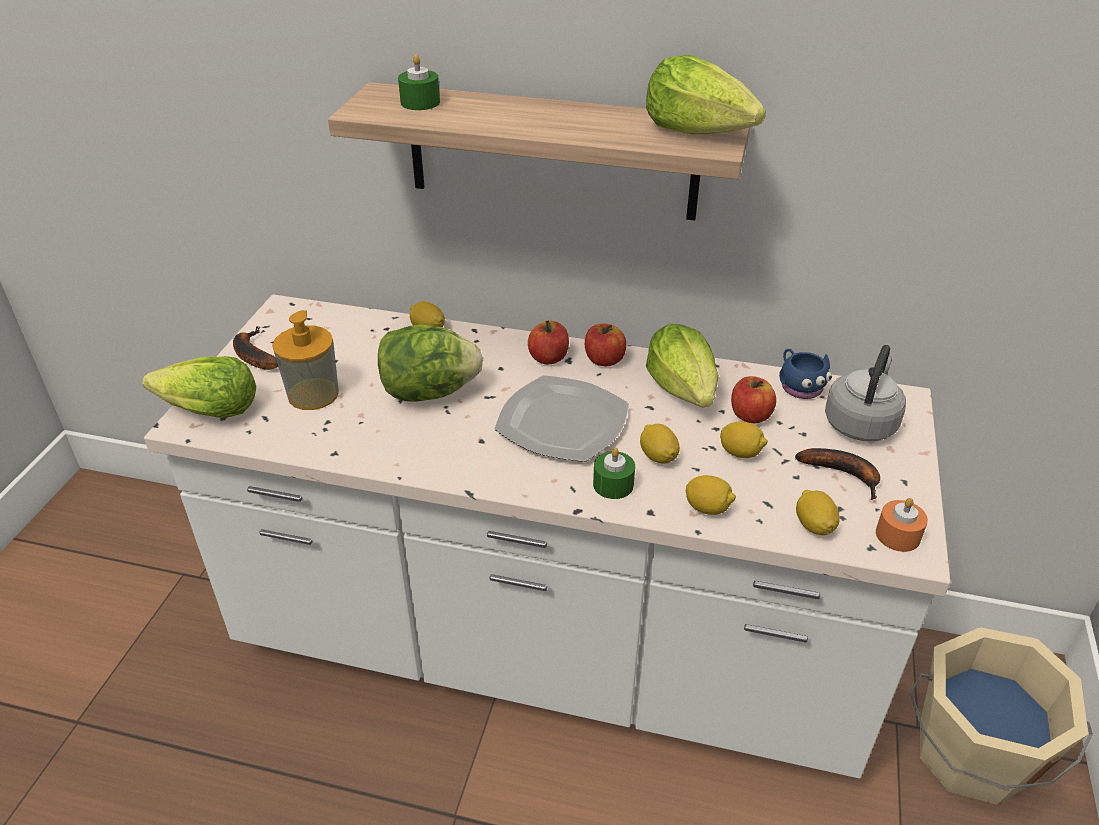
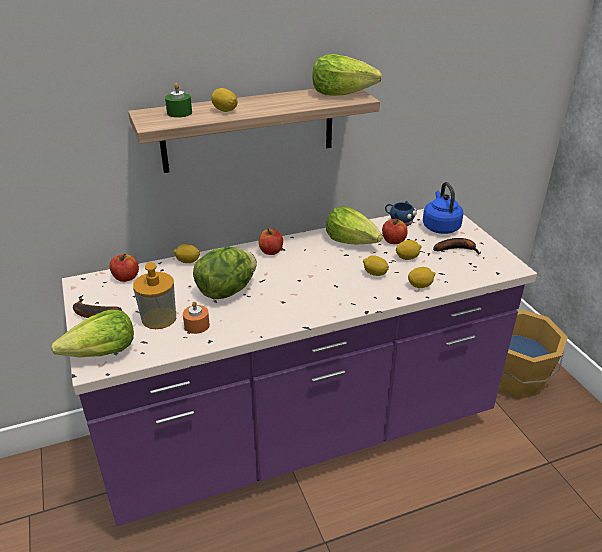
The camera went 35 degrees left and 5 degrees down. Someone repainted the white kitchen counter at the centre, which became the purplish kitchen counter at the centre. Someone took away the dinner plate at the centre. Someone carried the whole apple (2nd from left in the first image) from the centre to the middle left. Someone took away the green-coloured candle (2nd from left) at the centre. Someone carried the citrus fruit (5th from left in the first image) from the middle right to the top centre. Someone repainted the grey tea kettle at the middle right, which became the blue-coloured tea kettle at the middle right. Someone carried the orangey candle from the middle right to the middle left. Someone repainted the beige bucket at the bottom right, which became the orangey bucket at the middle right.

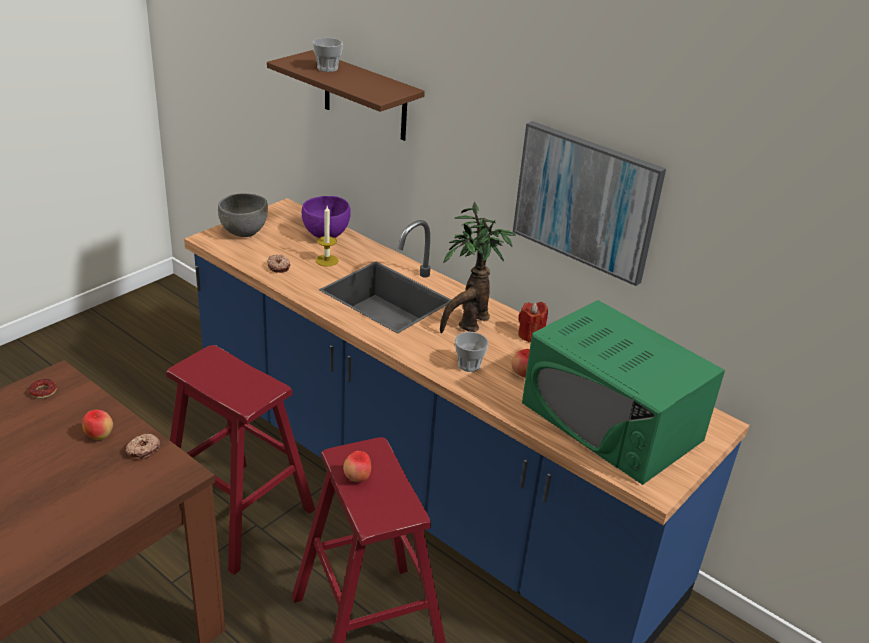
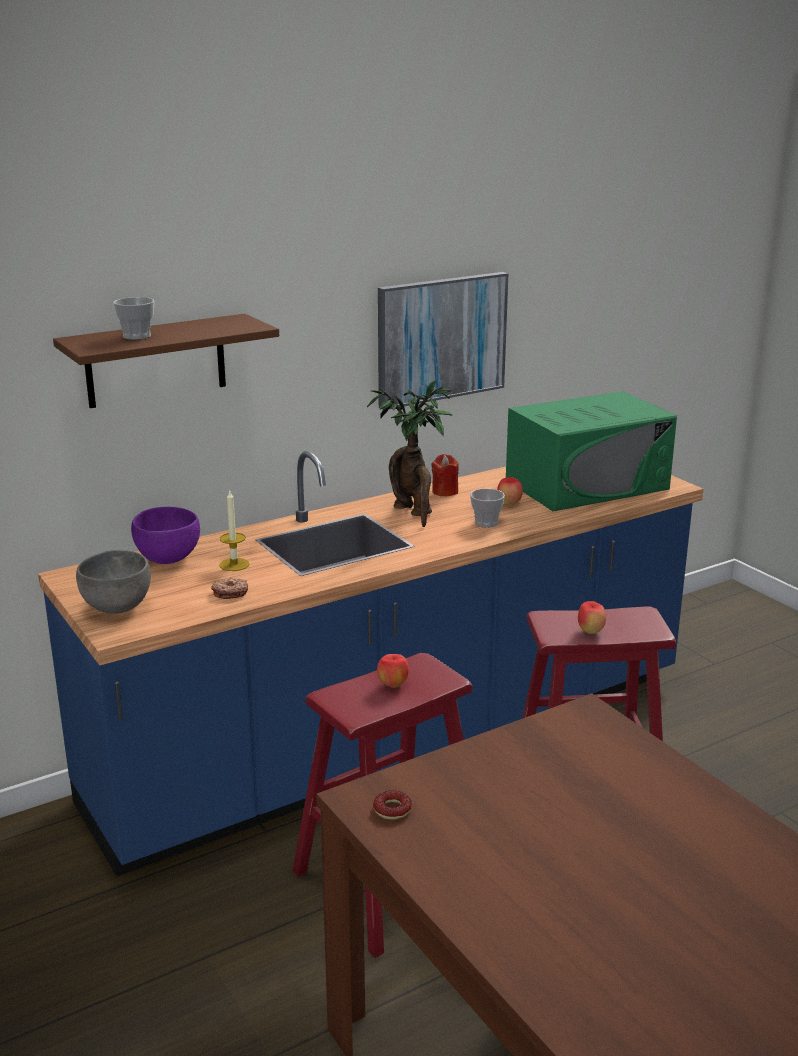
The camera went 70 degrees left and 10 degrees down. Someone carried the whole apple (1st from left) from the middle left to the centre. Someone took away the donut (2nd from left) at the bottom left.

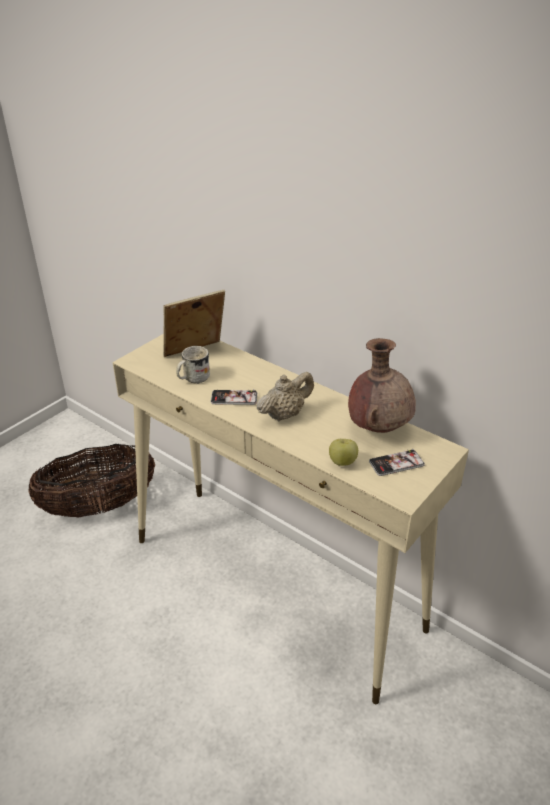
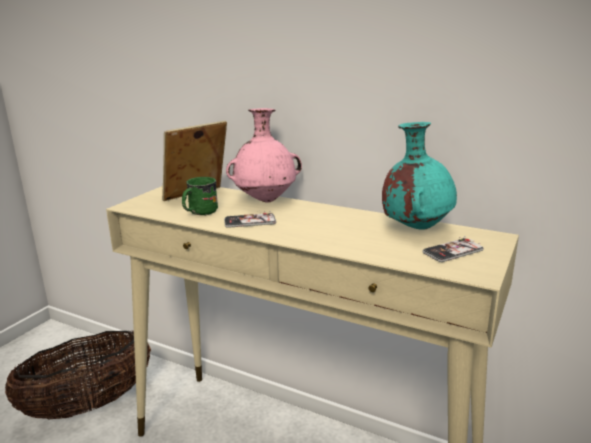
The camera went 10 degrees left and 15 degrees down. Someone repainted the white tea mug at the centre, which became the green-coloured tea mug at the centre. Someone took away the beige tea pot at the centre. Someone took away the whole apple at the centre. Someone repainted the brown vase at the middle right, which became the blue-green vase at the middle right. Someone put down the pink vase at the centre.

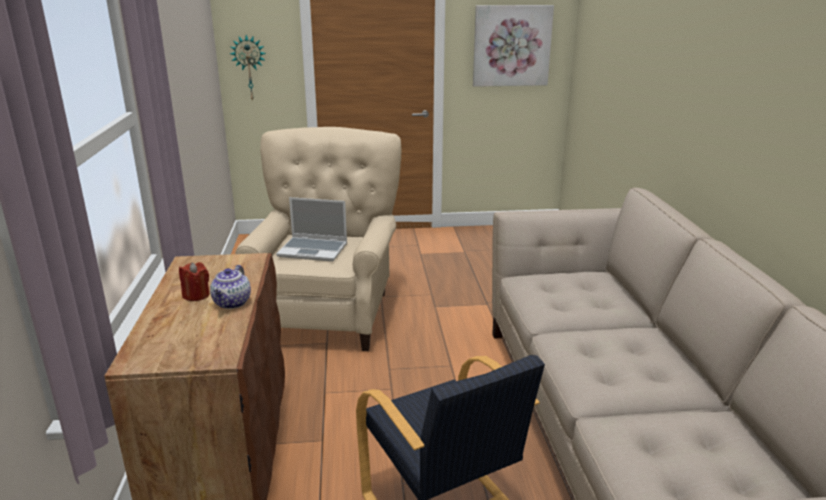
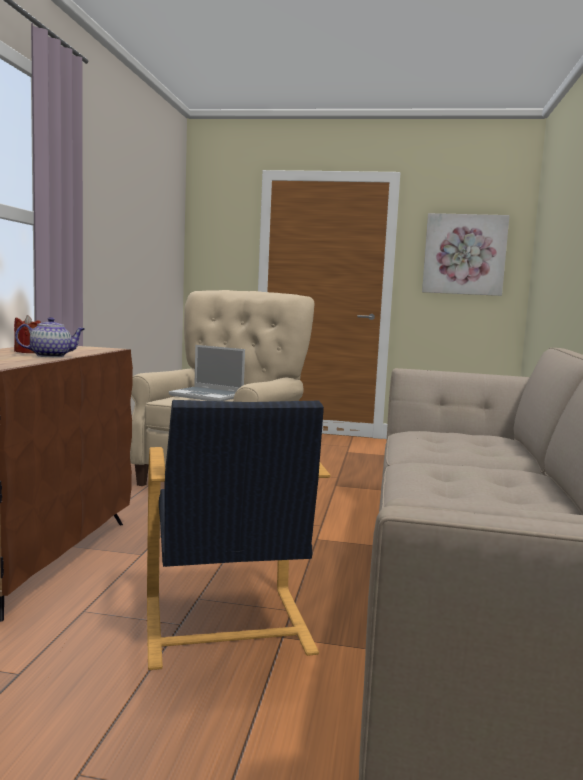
The camera went 15 degrees right and 15 degrees down. Someone rotated the tea pot at the middle left by 135 degrees counterclockwise. Someone took away the wall clock at the top left.

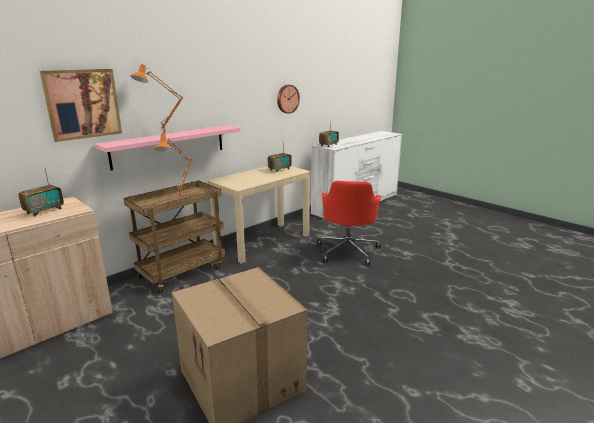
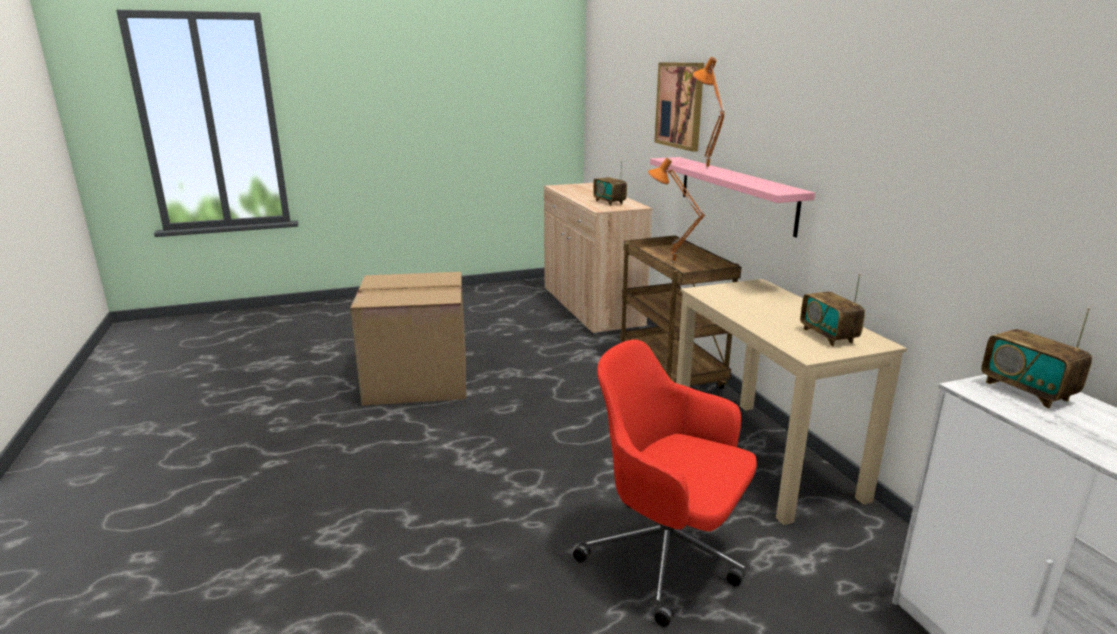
The camera went 115 degrees right and 0 degrees up. Someone took away the wall clock at the top centre.

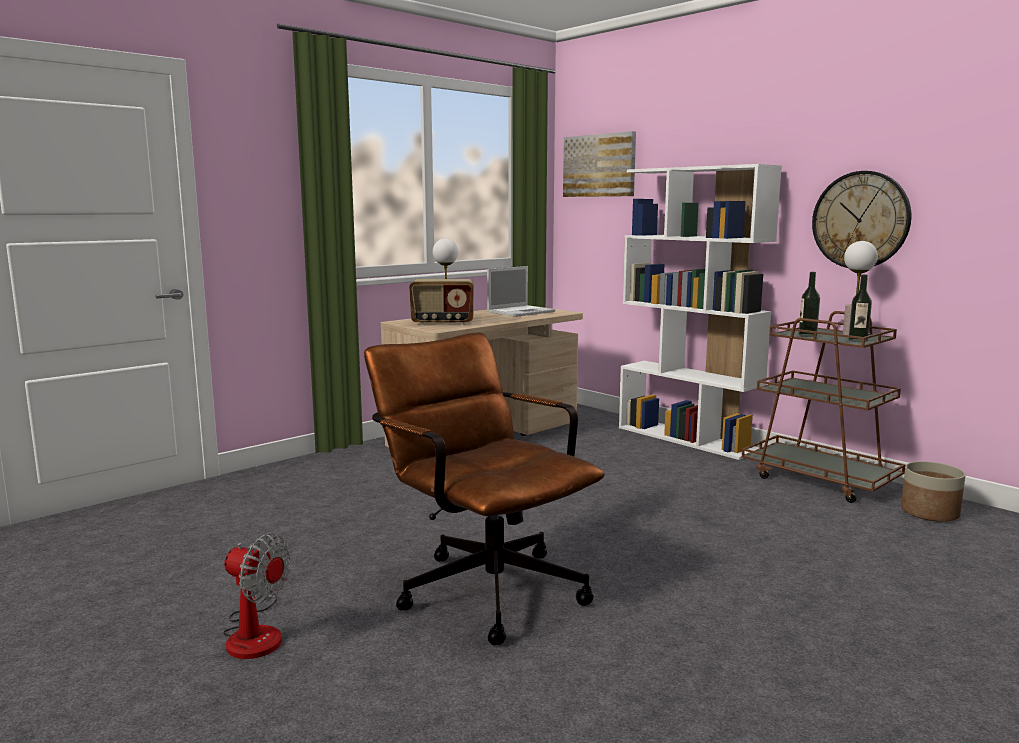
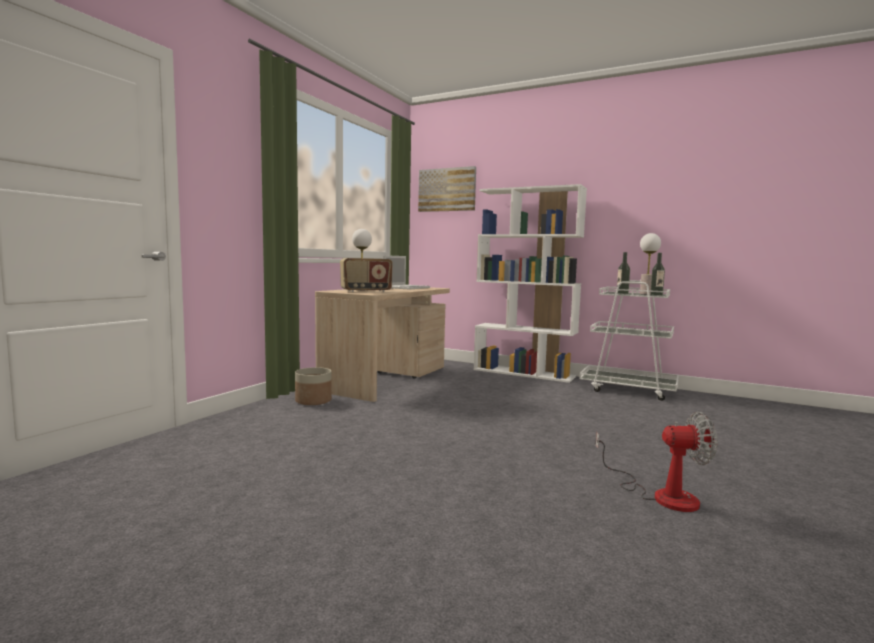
The camera went 20 degrees left and 5 degrees down. Someone carried the electric fan from the bottom left to the bottom right. Someone took away the brown desk chair at the centre. Someone repainted the brown cart at the middle right, which became the white cart at the middle right. Someone took away the wall clock at the top right. Someone carried the planter from the middle right to the centre.

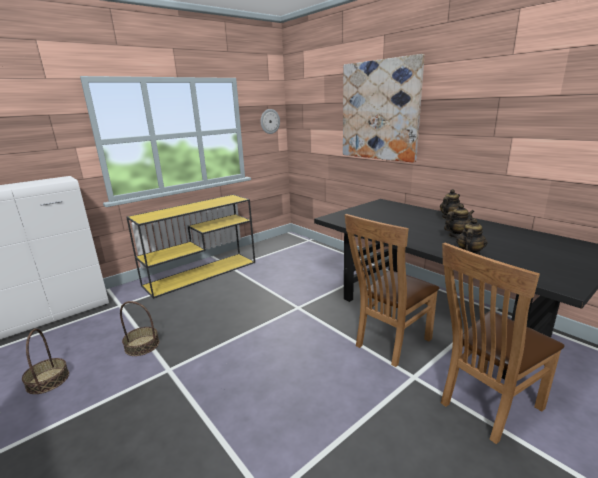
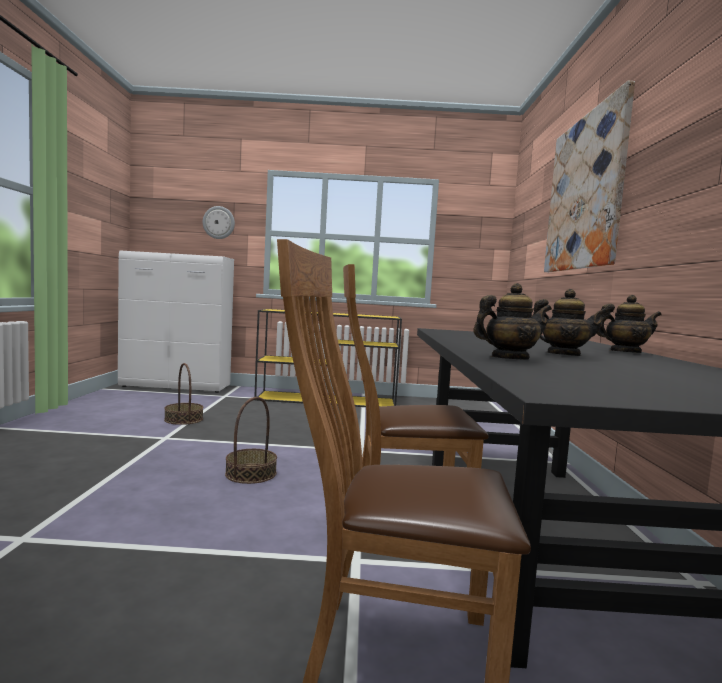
The camera went 40 degrees right and 15 degrees down. Someone carried the household basket (1st from left in the first image) from the bottom left to the centre. Someone carried the wall clock from the top centre to the top left.

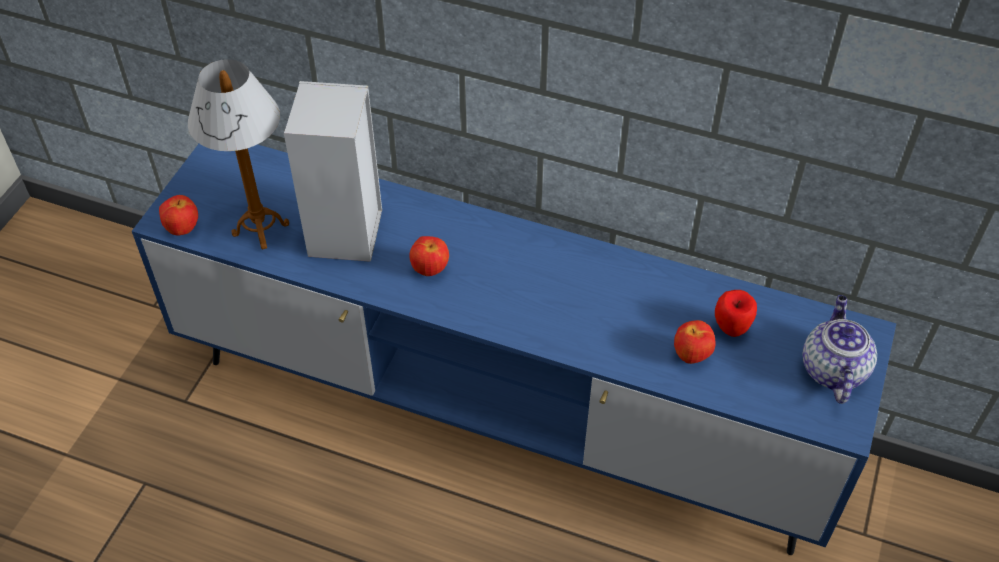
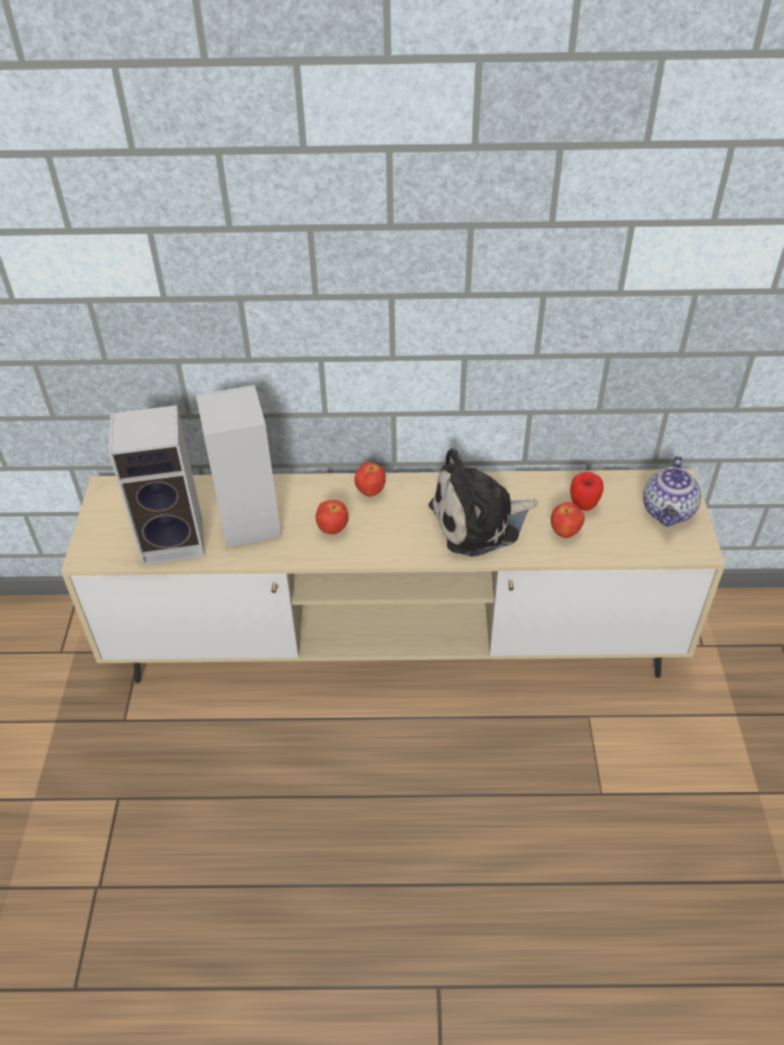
The camera went 20 degrees left and 5 degrees down. Someone repainted the blue-coloured tv unit at the centre, which became the beige tv unit at the centre. Someone carried the whole apple (1st from left in the first image) from the middle left to the centre. Someone swapped the table lamp at the top left for the audio speaker (1st from left) at the middle left. Someone rotated the tea pot at the middle right by 150 degrees counterclockwise. Someone put down the soft toy at the centre.

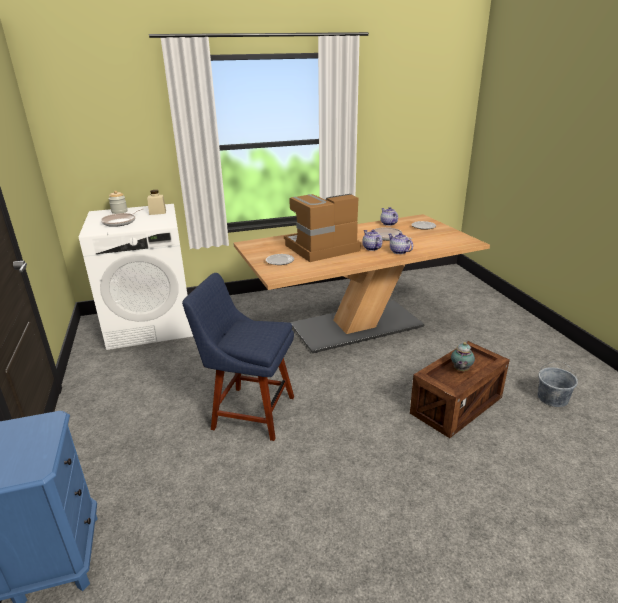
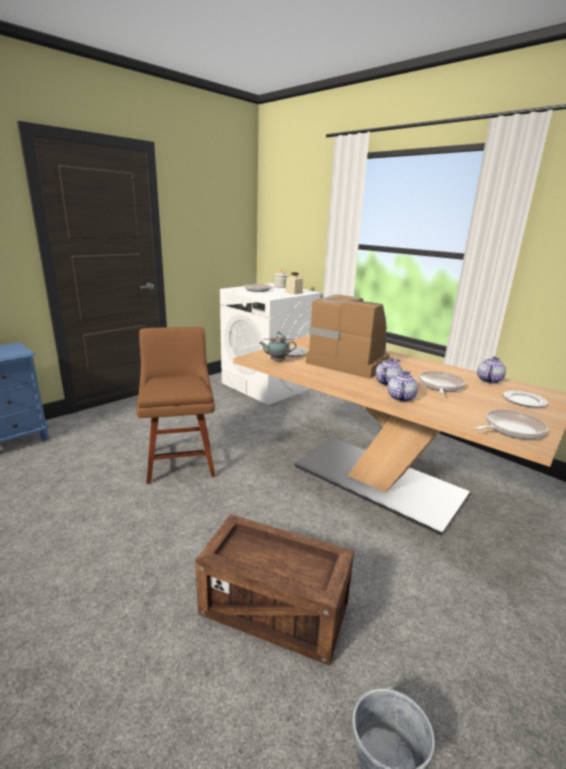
The camera went 60 degrees right and 5 degrees down. Someone repainted the blue-coloured chair at the centre, which became the brown chair at the middle left. Someone carried the tea pot (4th from left in the first image) from the middle right to the centre. Someone put down the skillet (3rd from left) at the middle right.

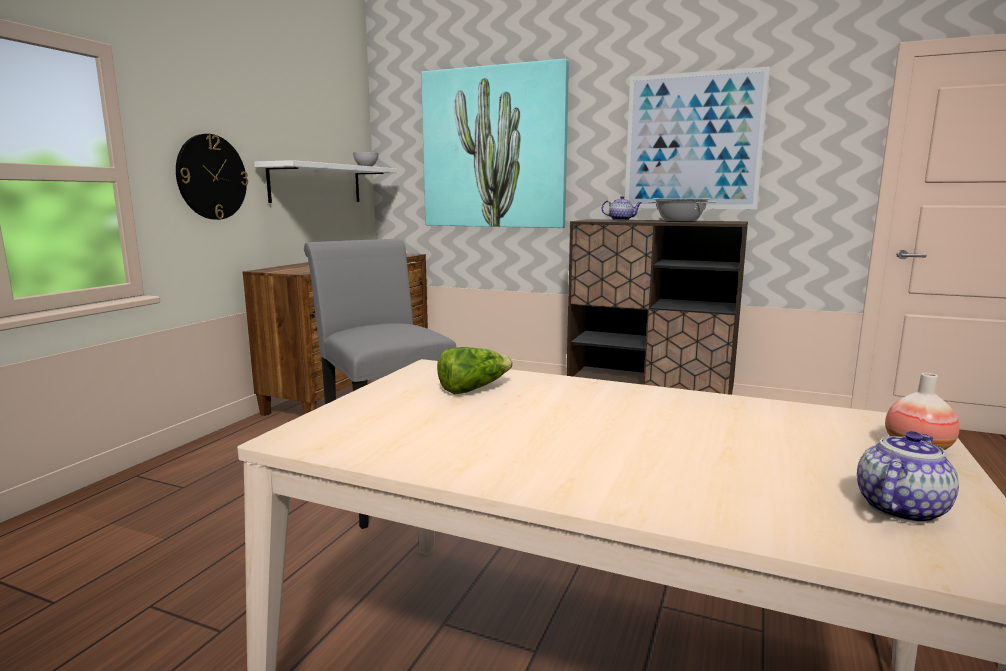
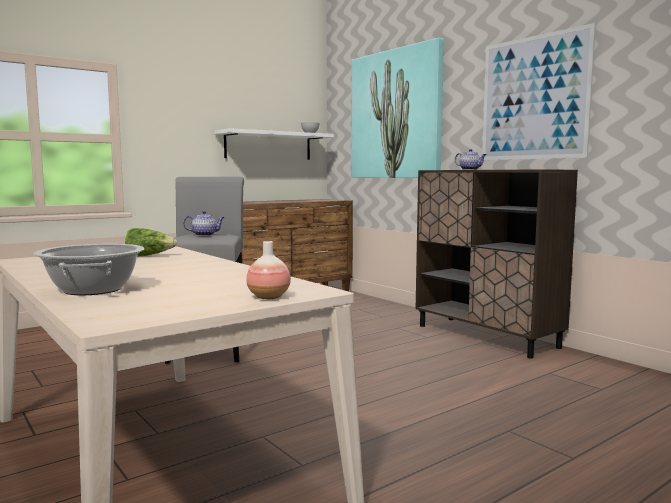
The camera went 30 degrees right and 5 degrees down. Someone took away the wall clock at the top left. Someone carried the saucepot from the top right to the middle left. Someone carried the tea pot (2nd from left in the first image) from the bottom right to the middle left.

